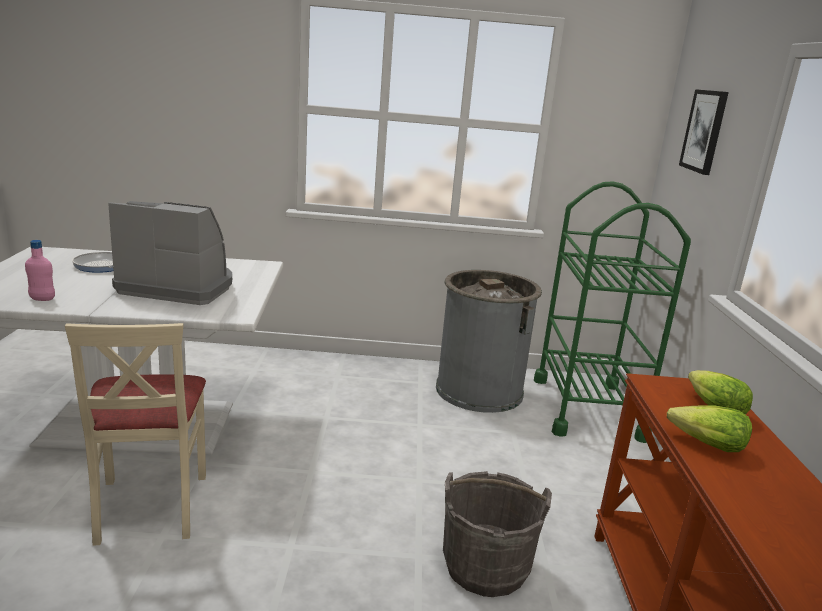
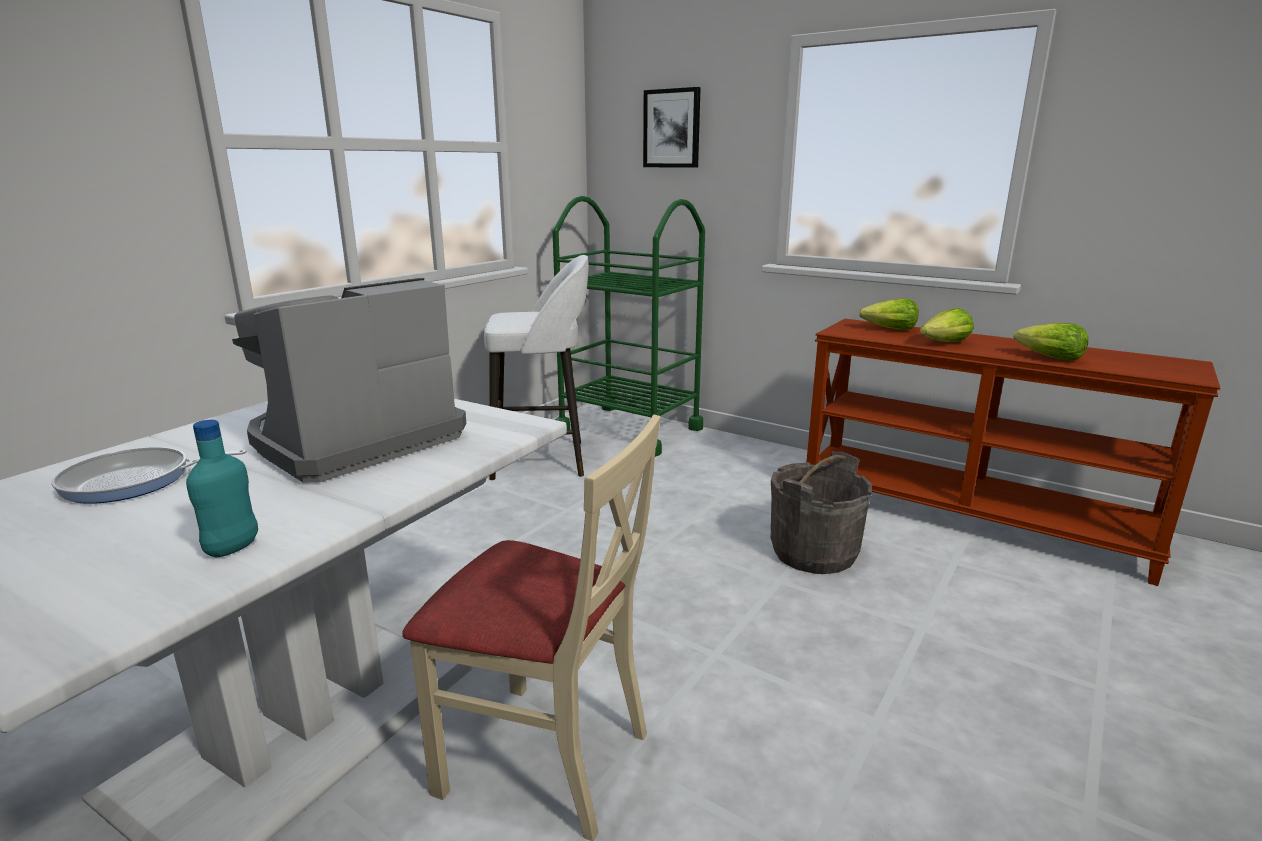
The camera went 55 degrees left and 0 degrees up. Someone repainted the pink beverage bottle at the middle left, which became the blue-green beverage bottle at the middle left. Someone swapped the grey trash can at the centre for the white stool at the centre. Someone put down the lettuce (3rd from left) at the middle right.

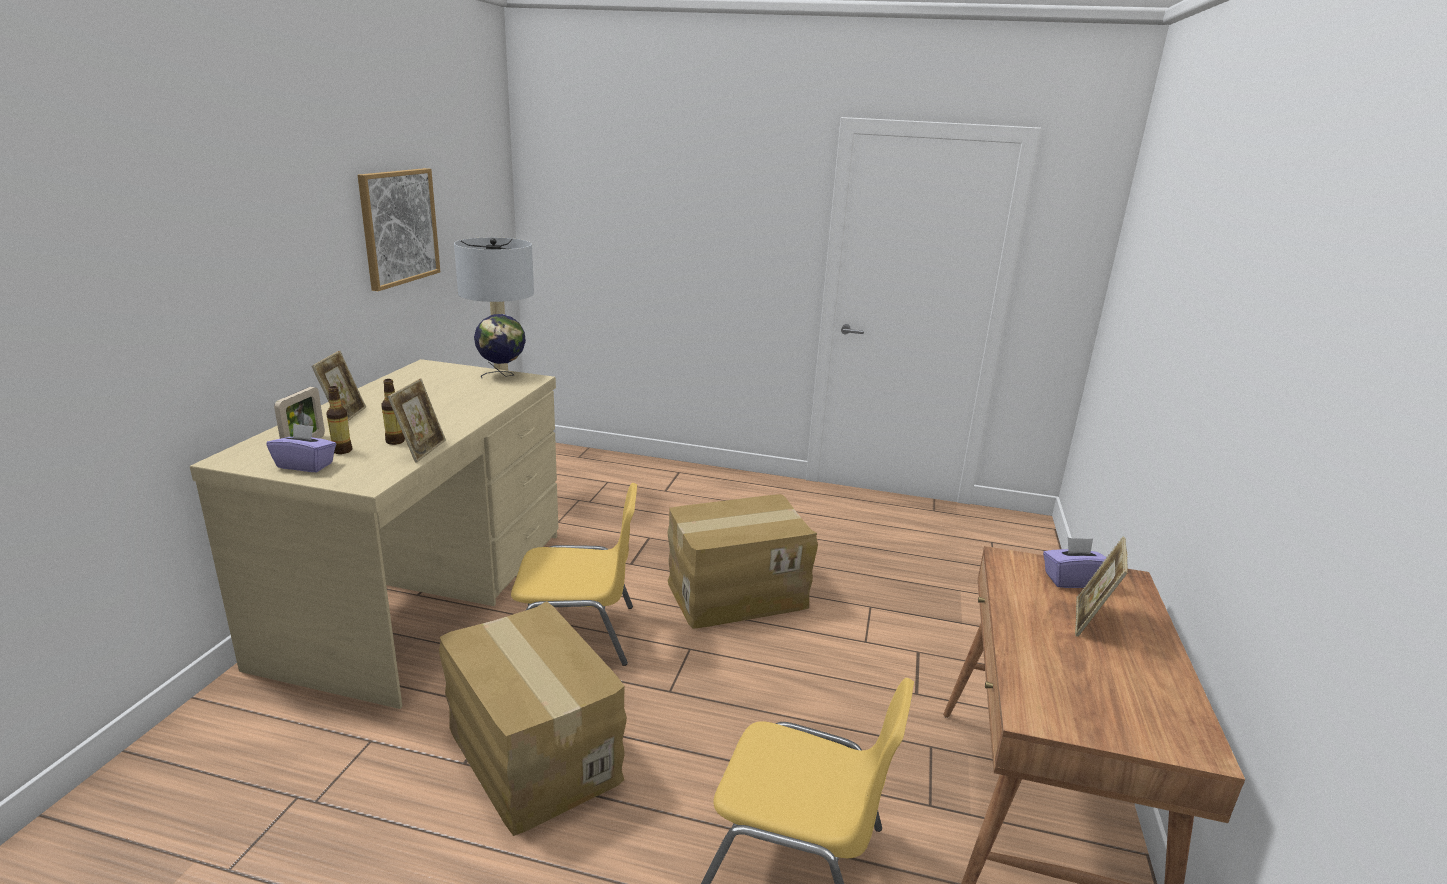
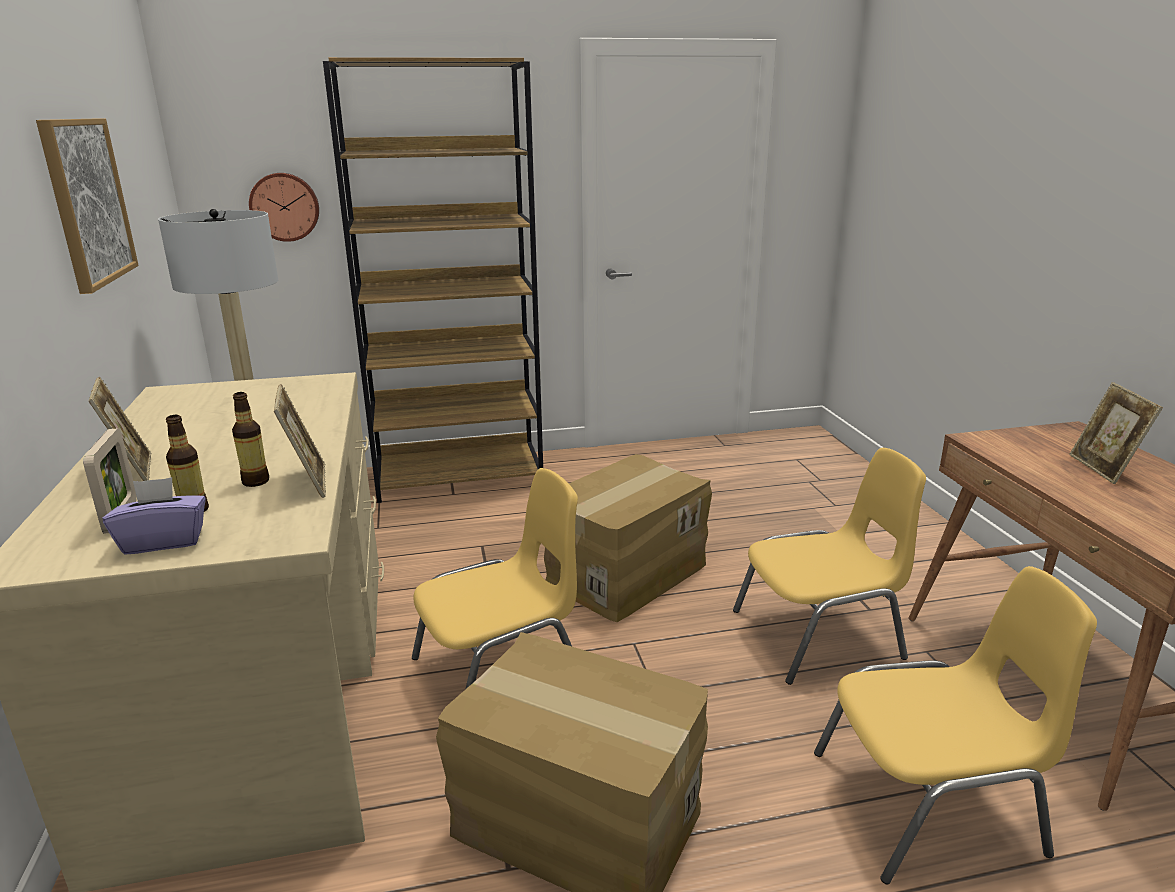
The camera went 25 degrees left and 0 degrees up. Someone took away the world globe at the centre. Someone took away the purplish box of tissues (2nd from left) at the middle right. Someone put up the wall clock at the top left. Someone put down the brown shelving unit at the top centre. Someone put down the yellow chair (2nd from left) at the middle right.

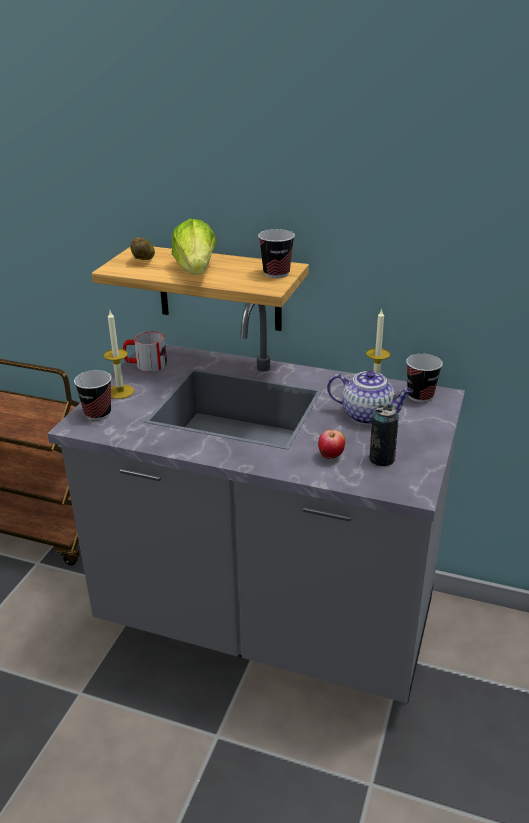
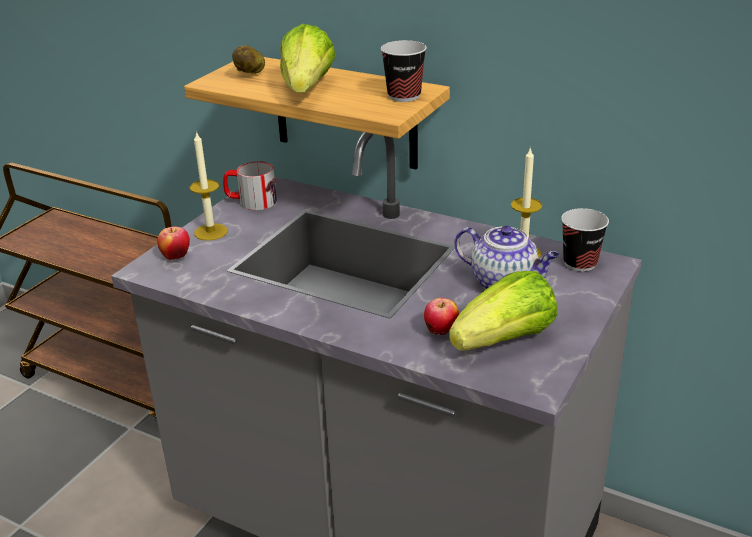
The camera went 10 degrees right and 0 degrees up. Someone swapped the cup (1st from left) at the middle left for the whole apple (1st from left) at the middle left. Someone swapped the can at the middle right for the lettuce (2nd from left) at the middle right.

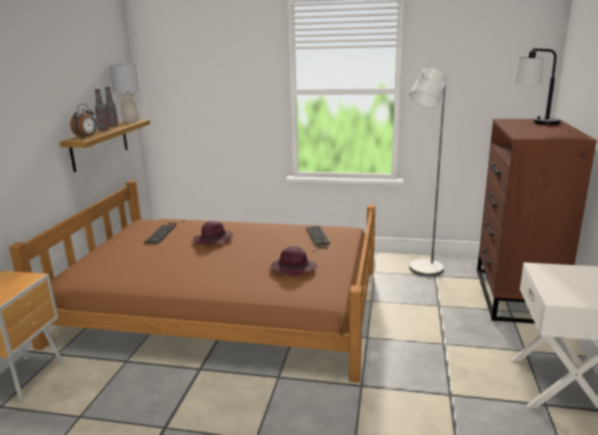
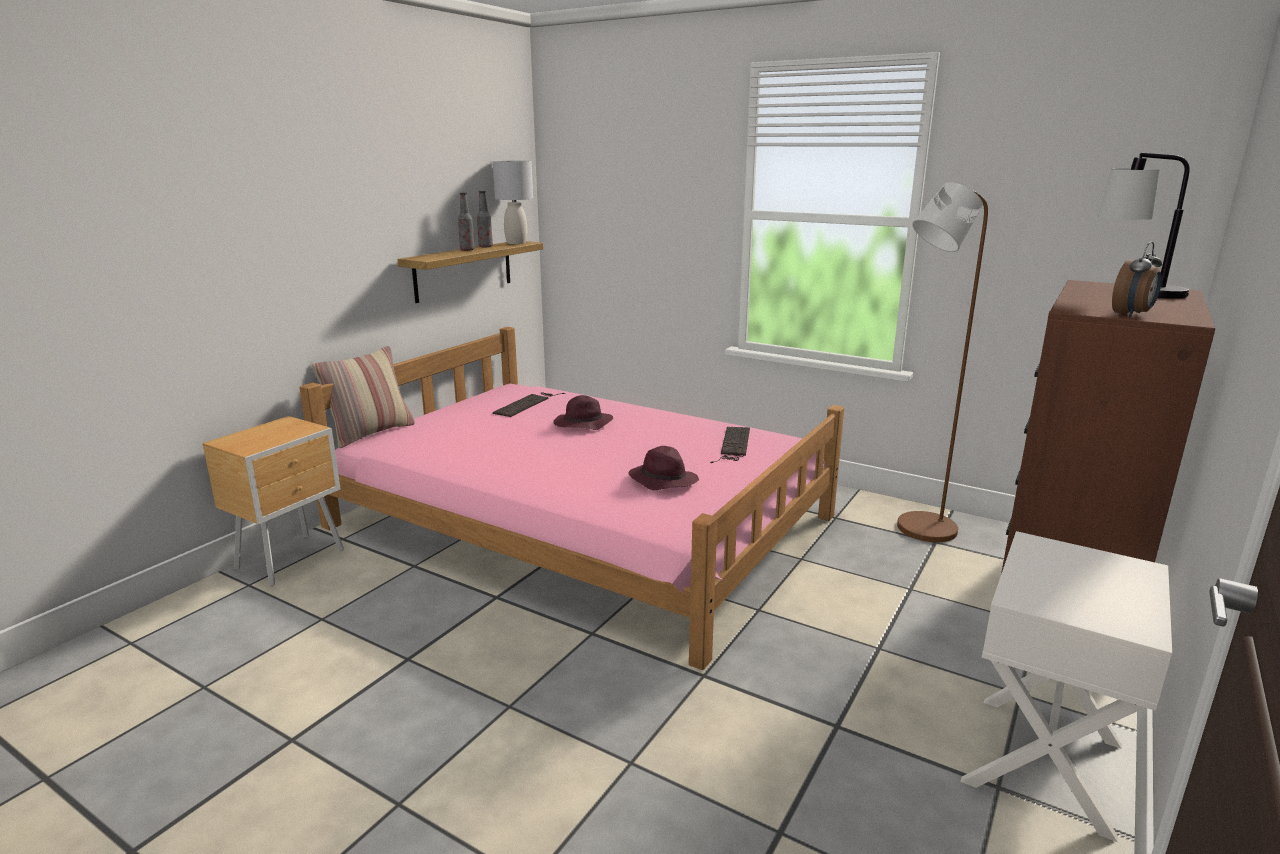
The camera went 20 degrees right and 0 degrees up. Someone repainted the brown bed at the middle left, which became the pink bed at the centre. Someone carried the table clock from the top left to the top right. Someone repainted the grey floor lamp at the middle right, which became the brown floor lamp at the middle right. Someone put down the pillow at the middle left.

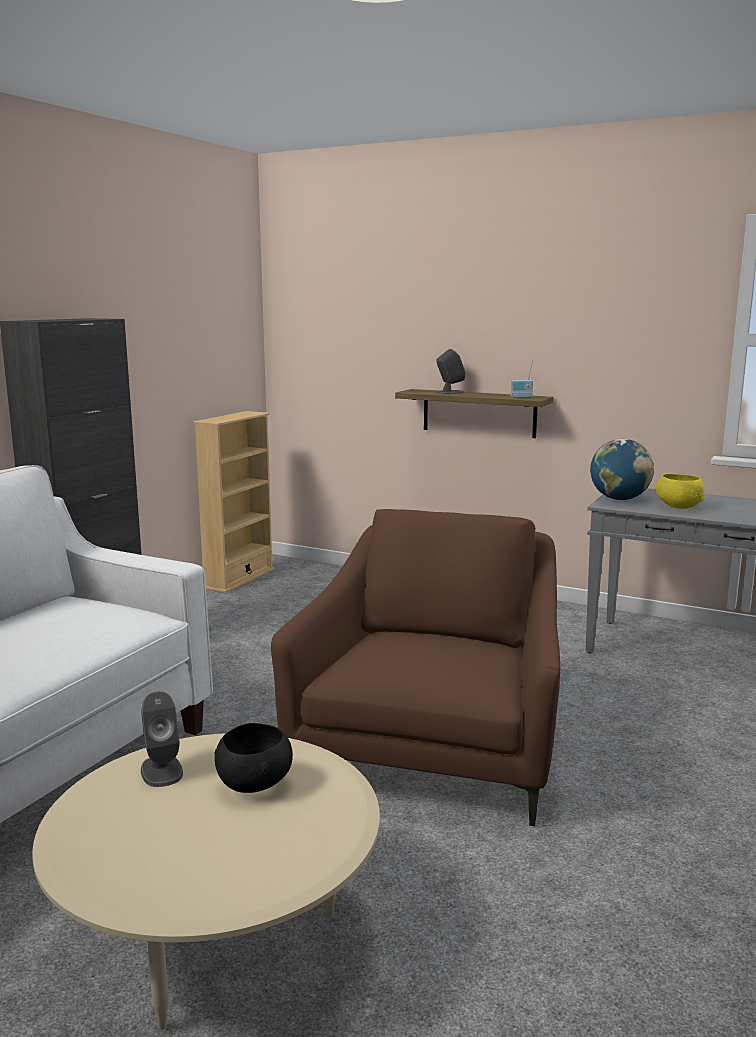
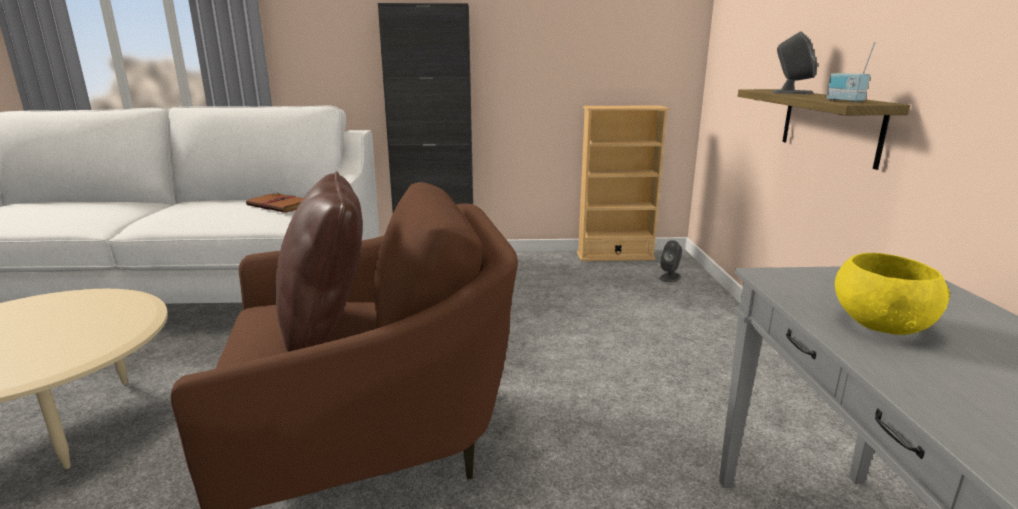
The camera went 60 degrees right and 5 degrees up. Someone carried the grey audio speaker (1st from left) from the bottom left to the centre. Someone took away the black-coloured serving bowl at the bottom centre. Someone took away the world globe at the middle right. Someone put down the brown volume at the middle left. Someone put down the brown pillow at the middle left.

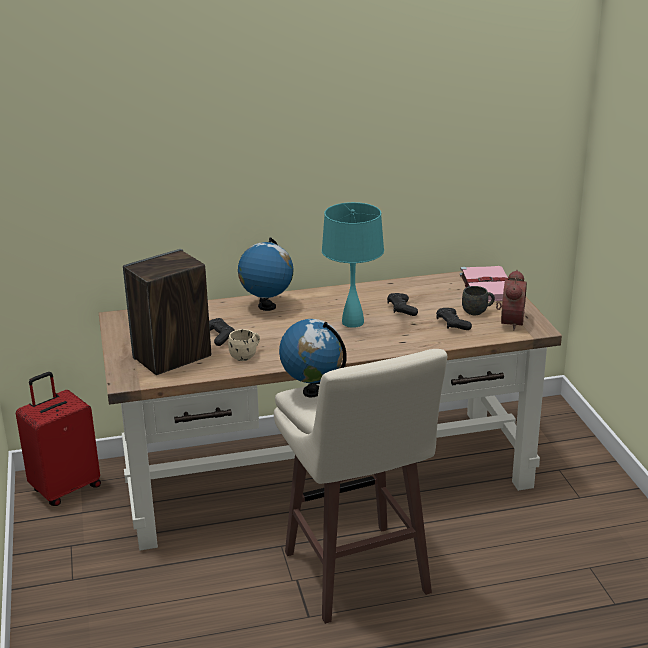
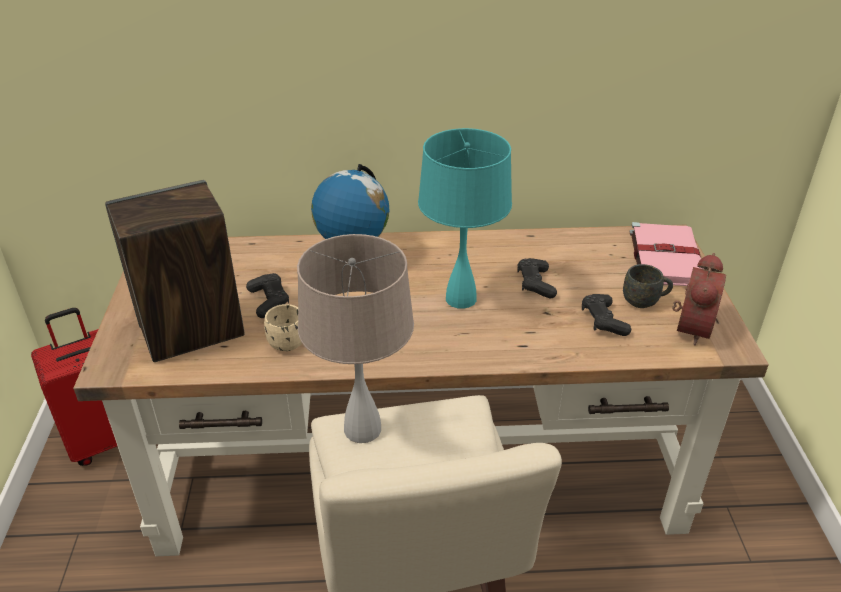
The camera went 10 degrees right and 10 degrees up. Someone swapped the world globe (2nd from left) at the centre for the beige table lamp at the centre.

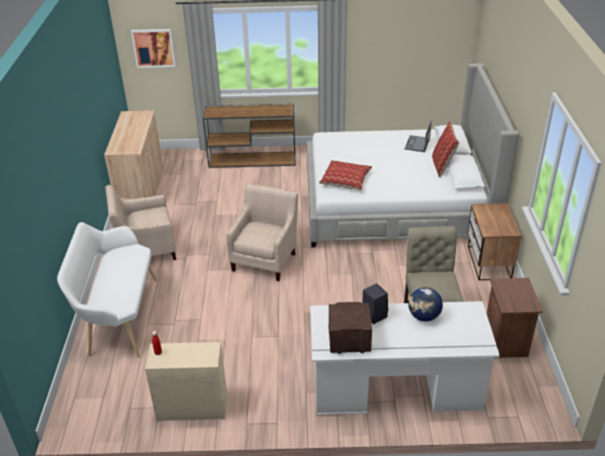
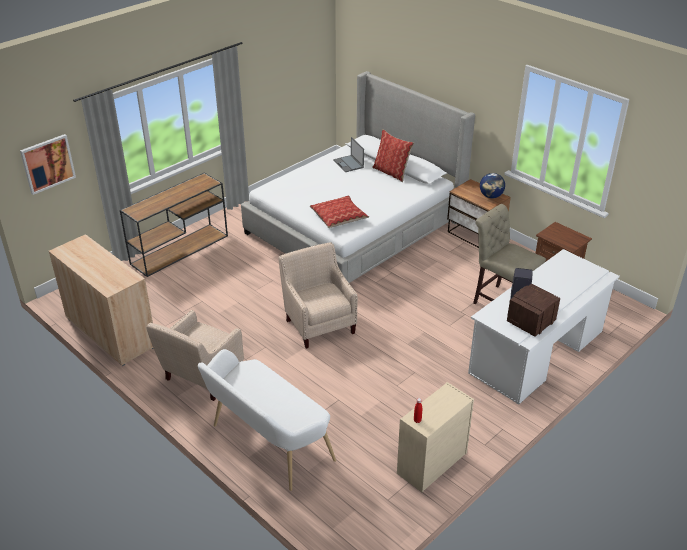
The camera went 45 degrees left and 0 degrees up. Someone carried the world globe from the bottom right to the middle right.

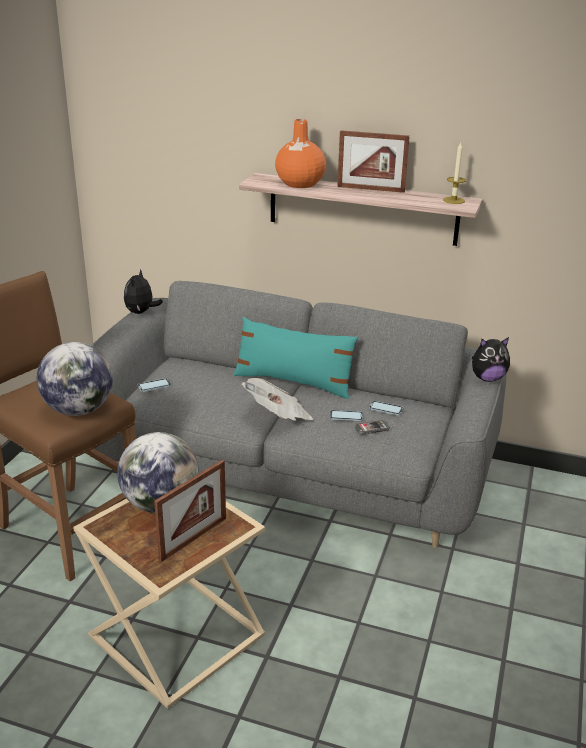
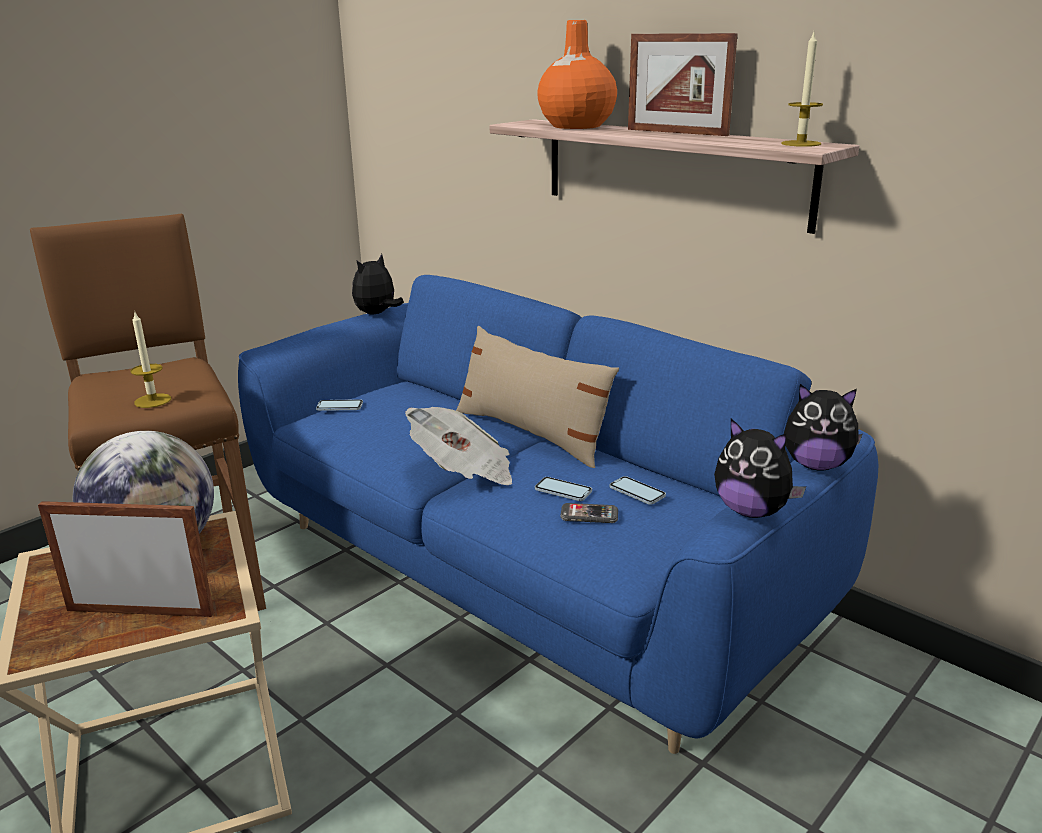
The camera went 25 degrees right and 5 degrees down. Someone swapped the world globe (1st from left) at the middle left for the candle (1st from left) at the middle left. Someone repainted the grey sofa at the centre, which became the blue-coloured sofa at the centre. Someone rotated the standing frame (1st from left) at the bottom left by 150 degrees counterclockwise. Someone repainted the blue-green pillow at the centre, which became the beige pillow at the centre. Someone put down the soft toy (2nd from left) at the middle right.

